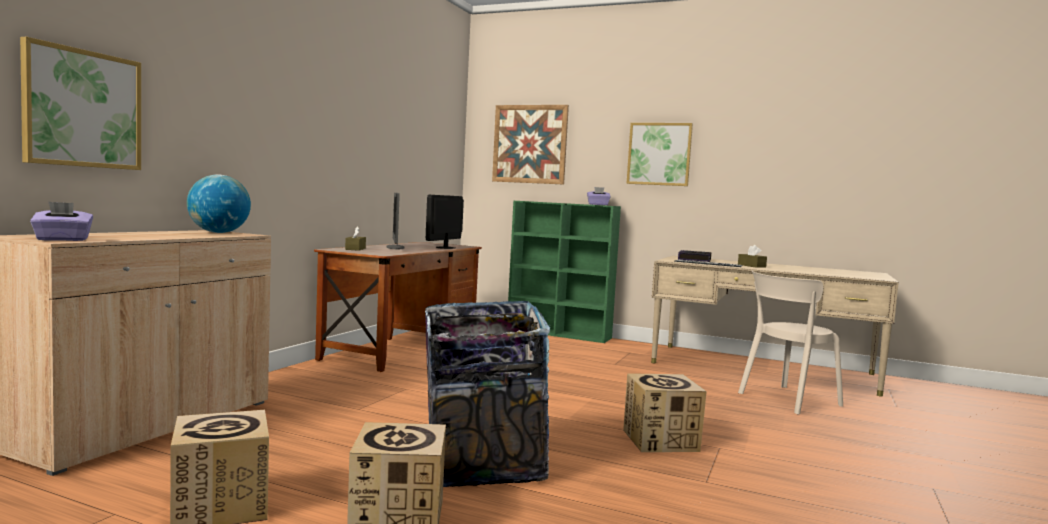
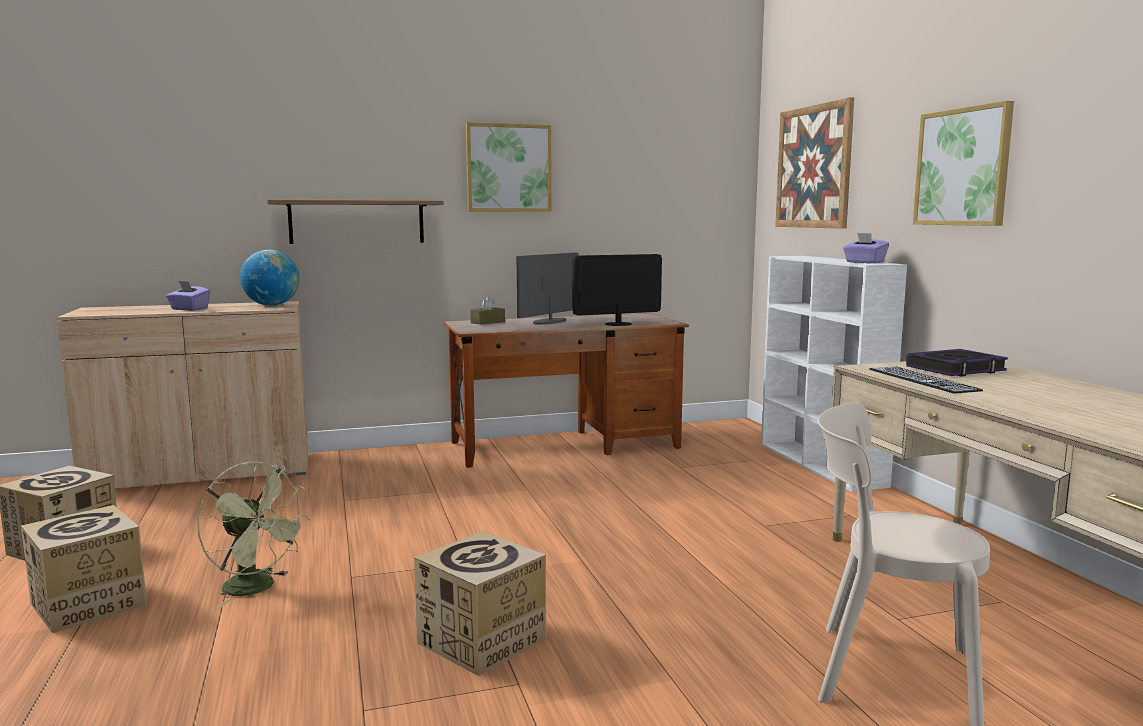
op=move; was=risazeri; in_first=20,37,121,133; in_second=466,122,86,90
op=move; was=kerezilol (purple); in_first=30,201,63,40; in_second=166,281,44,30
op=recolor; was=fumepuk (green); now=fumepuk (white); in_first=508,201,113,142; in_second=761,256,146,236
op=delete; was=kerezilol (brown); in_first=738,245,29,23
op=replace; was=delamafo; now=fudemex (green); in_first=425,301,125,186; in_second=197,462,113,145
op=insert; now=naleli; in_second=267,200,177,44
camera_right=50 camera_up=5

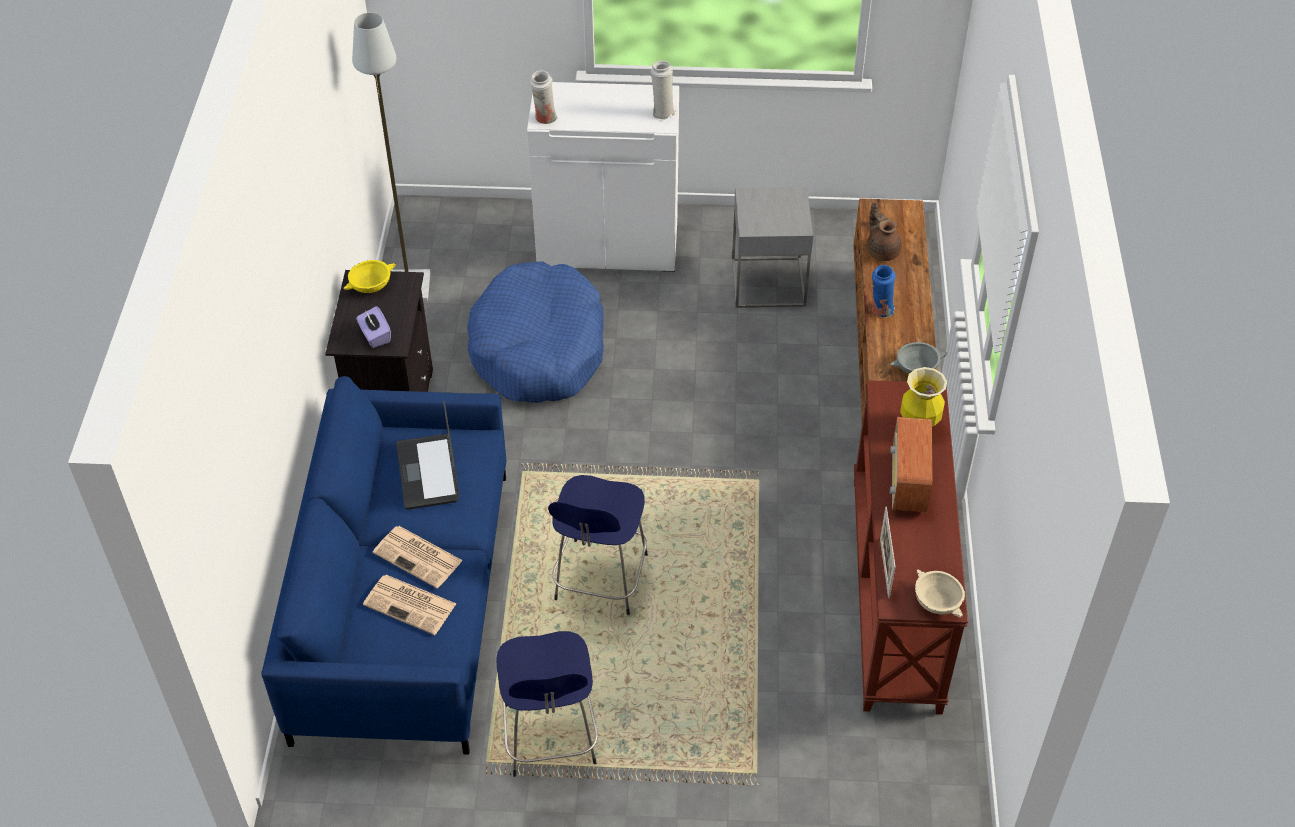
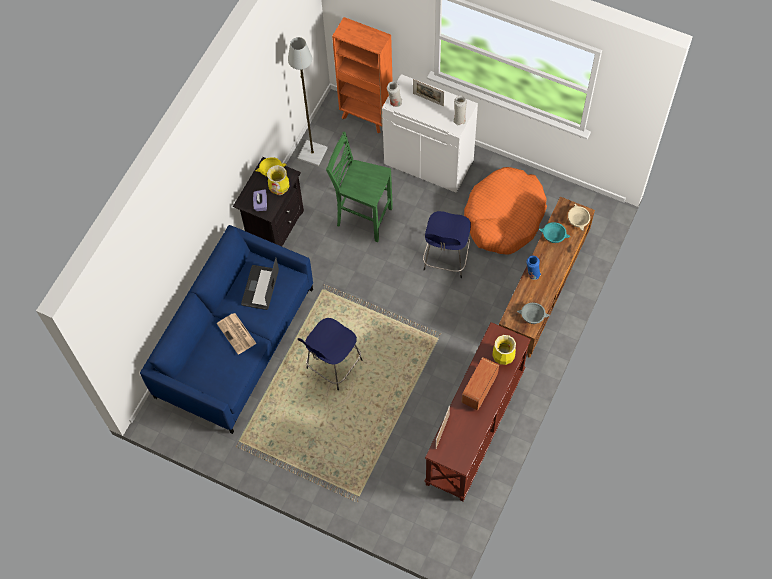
op=replace; was=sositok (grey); now=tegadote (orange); in_first=732,187,81,121; in_second=464,167,83,88
op=replace; was=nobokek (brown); now=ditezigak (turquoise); in_first=867,202,35,59; in_second=538,222,32,21
op=replace; was=tegadote (blue); now=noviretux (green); in_first=467,261,137,142; in_second=326,132,67,110
op=move; was=ditezigak (beige); in_first=915,569,50,48; in_second=568,204,22,27
op=delete; was=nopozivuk; in_first=363,575,93,60
op=move; was=noviretux (blue); in_first=496,631,102,146; in_second=423,211,48,67
op=insert; now=fumepuk (orange); in_second=332,17,60,116
op=insert; now=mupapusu; in_second=413,79,31,27
op=insert; now=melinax; in_second=267,165,23,30
camera_right=25 camera_up=15

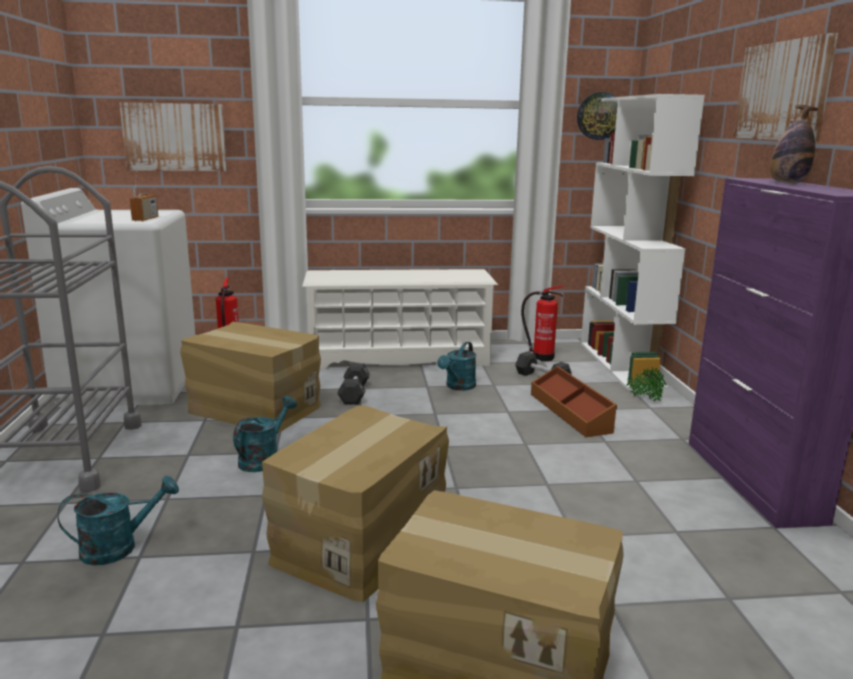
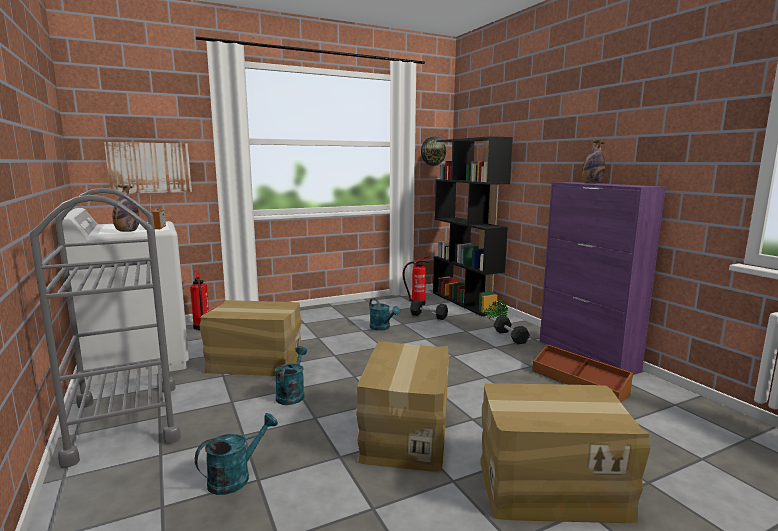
op=delete; was=risazeri; in_first=733,33,105,109
op=recolor; was=fumepuk (white); now=fumepuk (black); in_first=581,94,124,296; in_second=433,136,80,180
op=delete; was=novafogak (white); in_first=302,269,196,100
op=rotate; was=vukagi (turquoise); in_first=437,342,39,49; in_second=369,298,31,33; clockwise=-45
op=move; was=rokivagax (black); in_first=337,363,33,42; in_second=493,316,37,28
op=move; was=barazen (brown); in_first=531,366,86,71; in_second=532,344,101,58
op=insert; now=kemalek; in_second=112,185,27,47
camera_right=-20 camera_up=-5

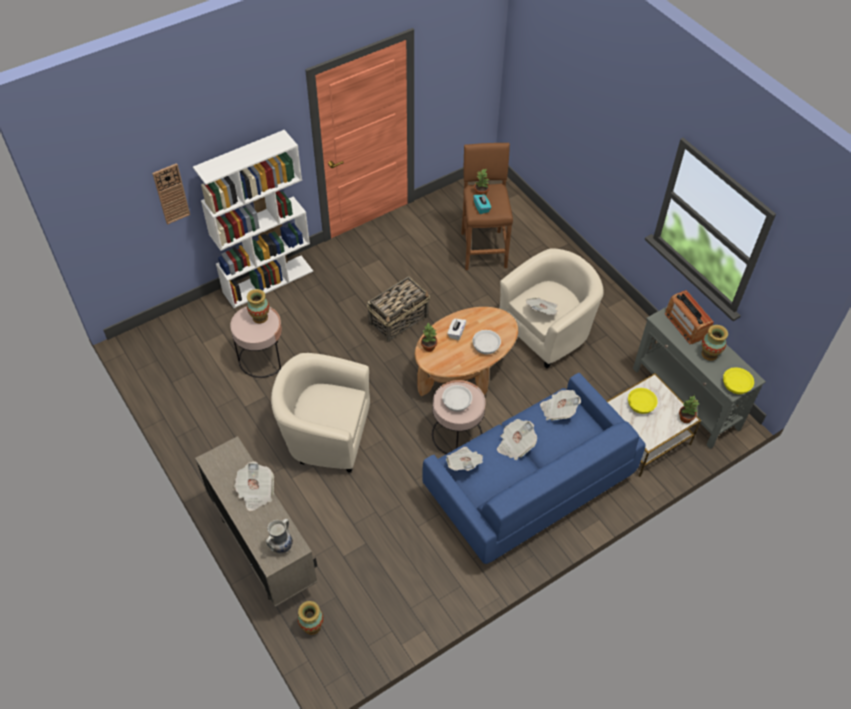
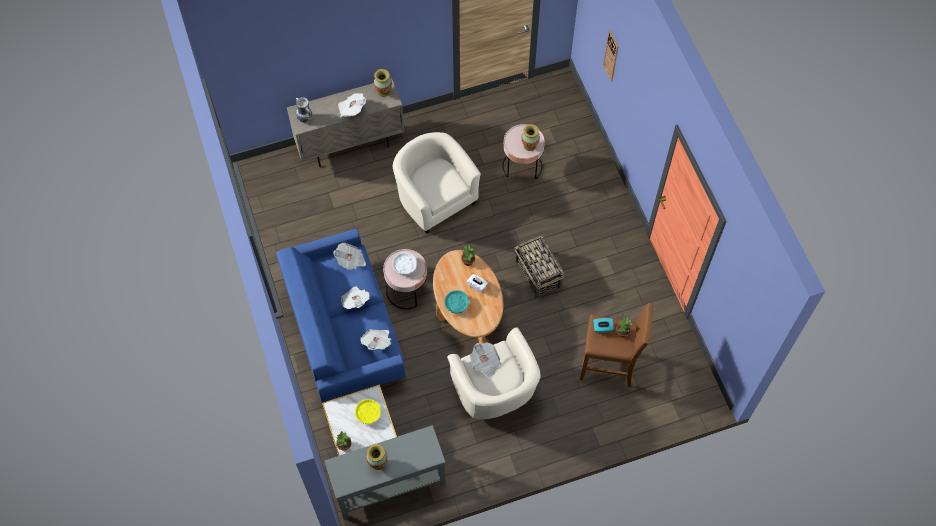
op=delete; was=fumepuk (white); in_first=193,130,120,178
op=delete; was=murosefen; in_first=665,290,49,54
op=recolor; was=ditezigak (white); now=ditezigak (turquoise); in_first=472,330,29,24; in_second=444,290,25,23
op=rotate; was=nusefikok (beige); in_first=271,353,99,120; in_second=392,132,89,102; clockwise=-60
op=delete; was=ditezigak (yellow); in_first=723,367,31,27
op=move; was=melinax; in_first=298,601,26,34; in_second=374,69,18,28
camera_right=105 camera_up=10

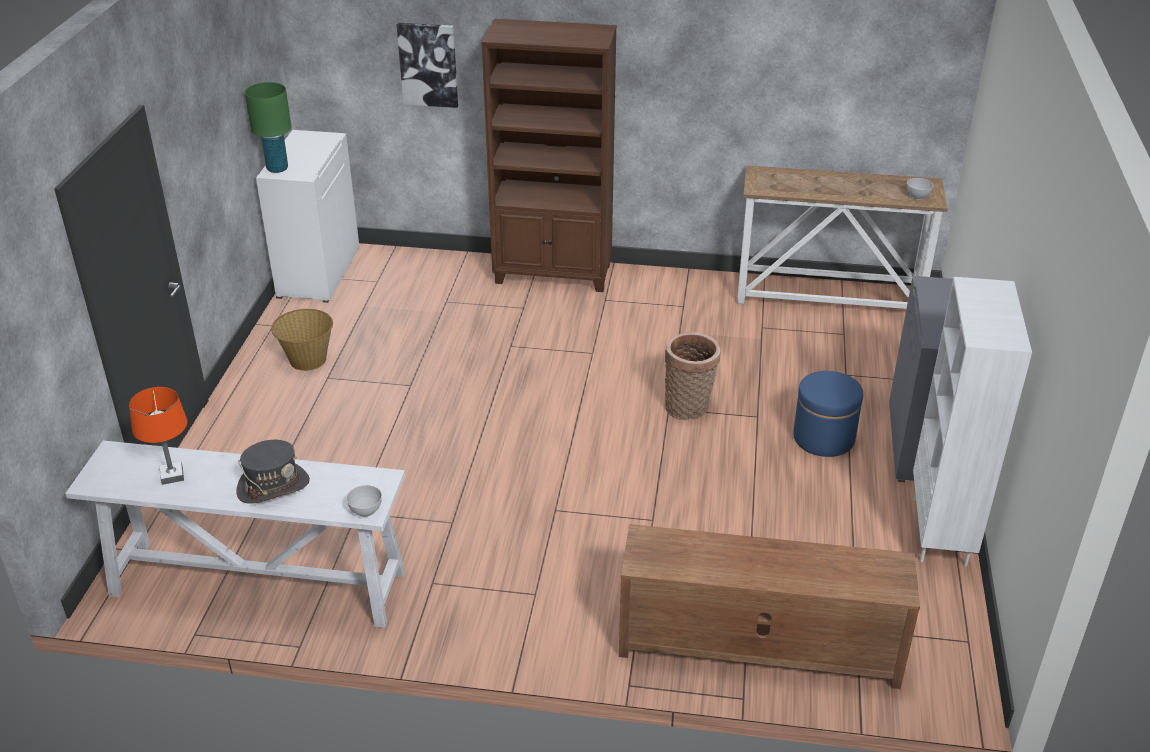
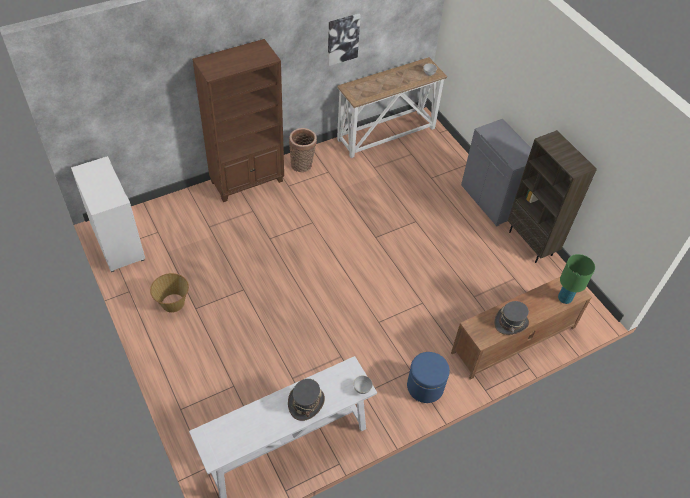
op=move; was=risazeri; in_first=396,23,62,85; in_second=328,14,33,52
op=move; was=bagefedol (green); in_first=245,82,46,91; in_second=558,254,37,50
op=recolor; was=fumepuk (white); now=fumepuk (brown); in_first=913,277,119,290; in_second=508,130,89,133
op=move; was=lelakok; in_first=665,332,56,88; in_second=289,128,28,44
op=move; was=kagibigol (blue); in_first=793,371,70,86; in_second=407,352,43,51
op=delete; was=bagefedol (orange); in_first=129,387,58,98
op=insert; now=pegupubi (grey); in_second=494,301,35,34
camera_right=-40 camera_up=15

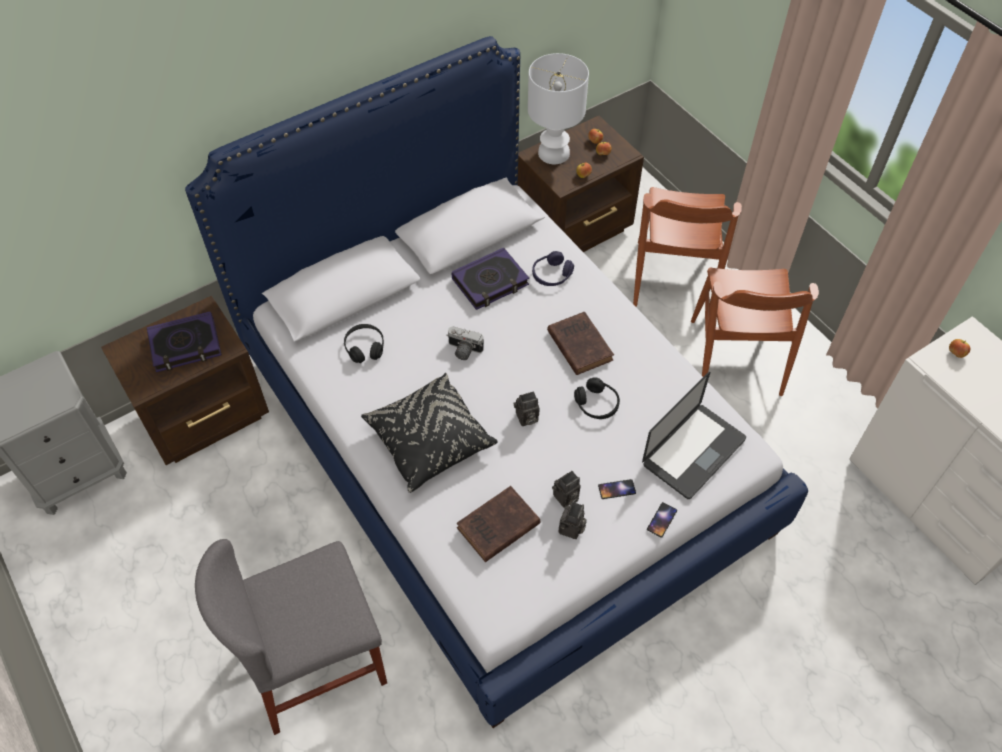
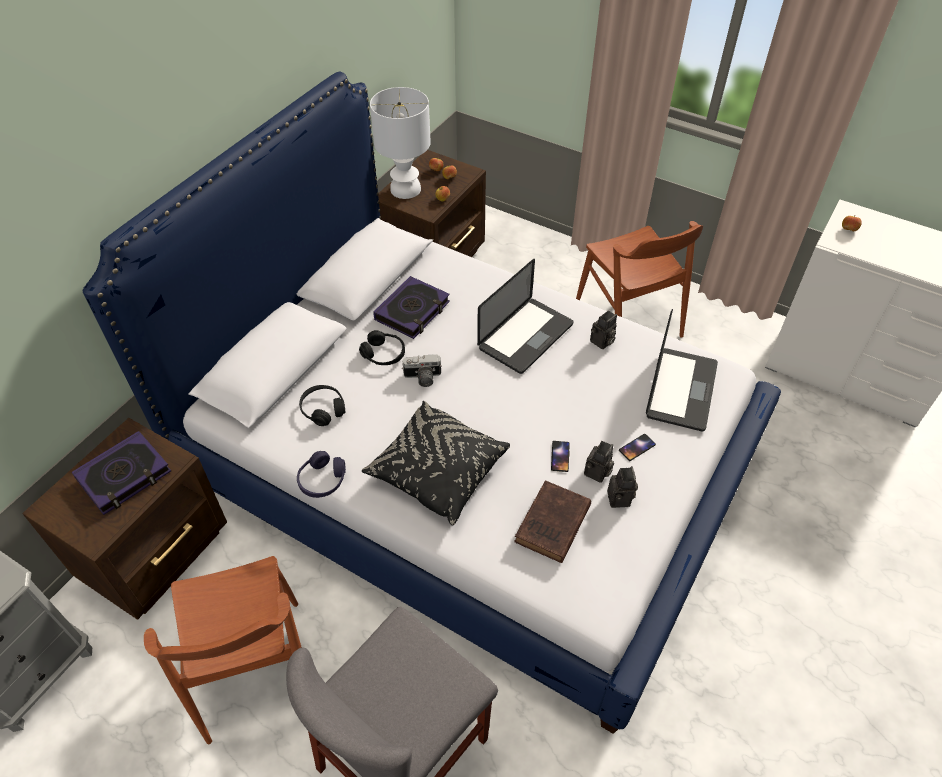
op=move; was=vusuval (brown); in_first=633,187,109,121; in_second=144,556,157,188
op=move; was=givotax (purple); in_first=532,251,42,35; in_second=297,451,49,47
op=replace; was=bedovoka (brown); now=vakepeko; in_first=547,312,67,63; in_second=477,259,96,115
op=move; was=givotax (black); in_first=574,377,46,42; in_second=359,330,46,35
op=move; was=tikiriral; in_first=514,391,26,35; in_second=590,310,27,40
op=move; was=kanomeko; in_first=647,502,30,36; in_second=551,441,19,31
camera_right=-25 camera_up=-5

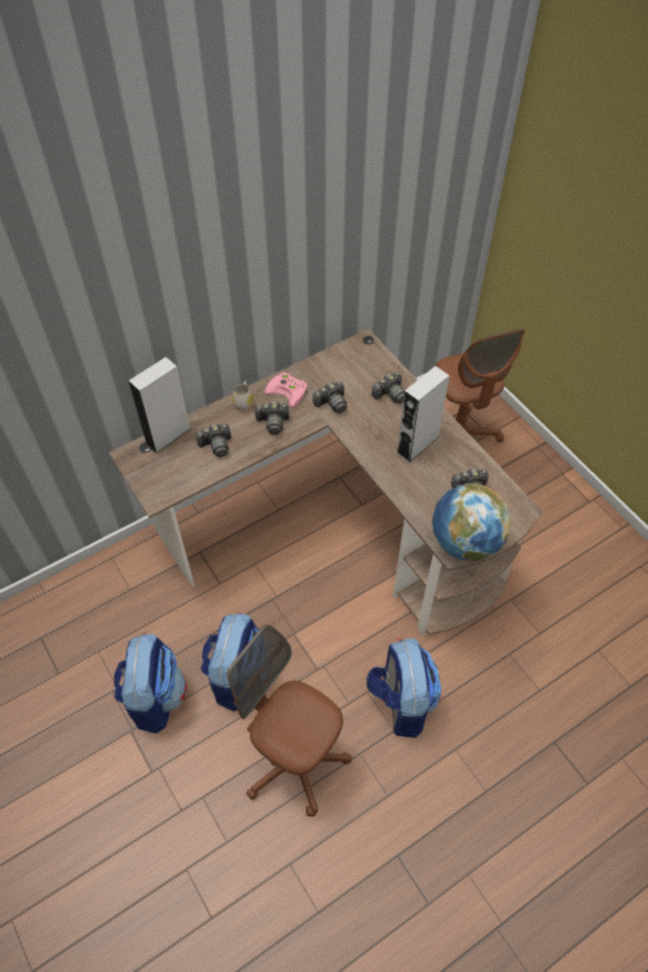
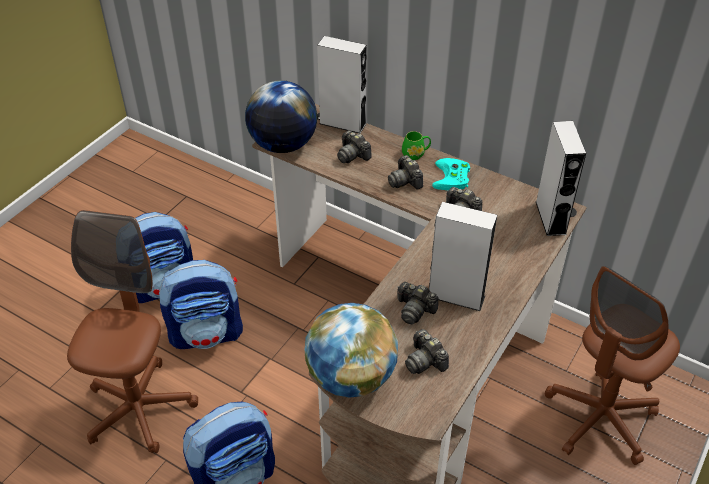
op=recolor; was=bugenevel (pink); now=bugenevel (turquoise); in_first=265,372,42,36; in_second=432,158,38,32
op=move; was=tikiriral; in_first=372,372,33,32; in_second=397,282,41,42
op=recolor; was=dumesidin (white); now=dumesidin (green); in_first=232,381,22,29; in_second=402,131,29,29
op=insert; now=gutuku; in_second=245,80,72,73
op=insert; now=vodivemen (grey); in_second=536,121,50,115
camera_right=65 camera_up=-10

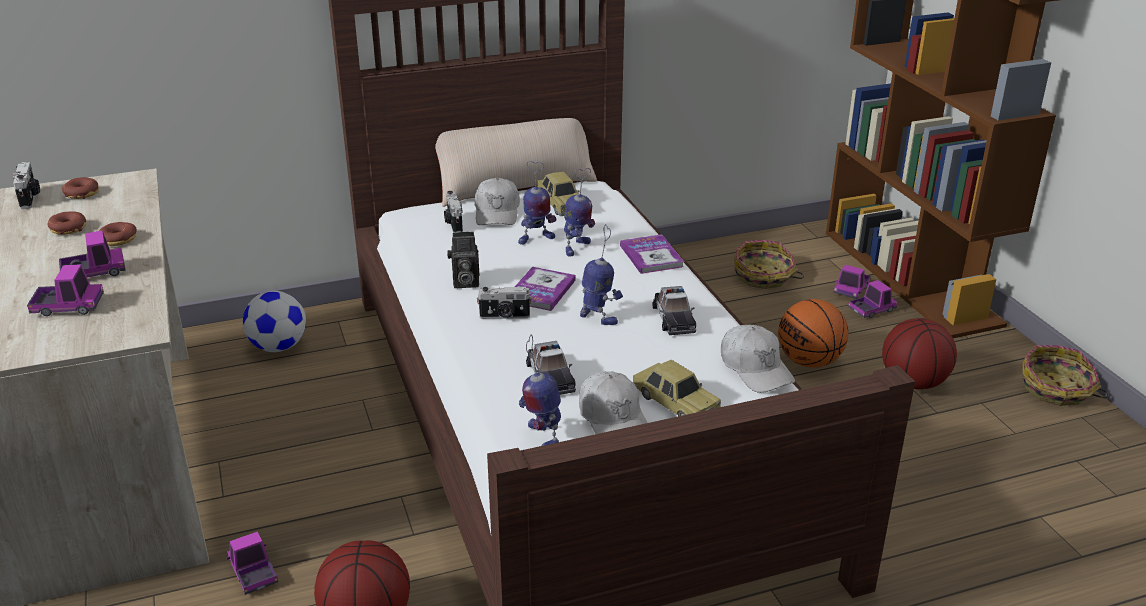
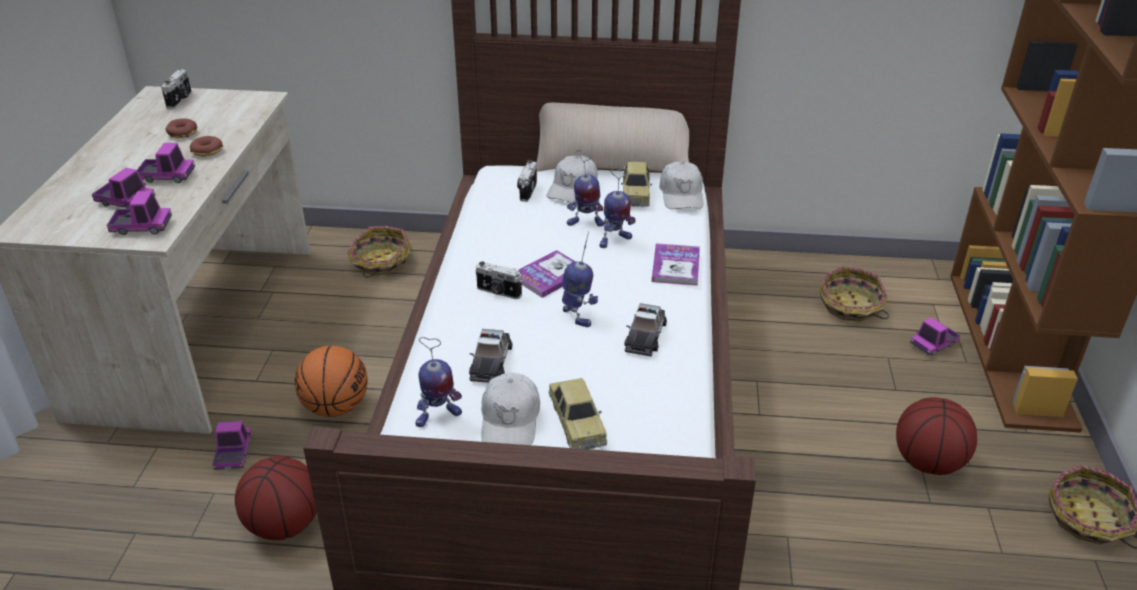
op=delete; was=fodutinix; in_first=62,177,37,22
op=delete; was=tikiriral; in_first=447,232,32,56
op=move; was=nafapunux; in_first=848,280,50,38; in_second=107,191,65,44
op=replace; was=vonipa; now=lelakok; in_first=243,291,63,61; in_second=347,226,65,52
op=move; was=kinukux; in_first=778,299,70,69; in_second=294,346,74,71
op=move; was=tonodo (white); in_first=721,324,74,69; in_second=659,161,45,48
op=rotate; was=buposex; in_first=519,335,42,111; in_second=416,337,46,90; clockwise=-120
camera_right=25 camera_up=5

